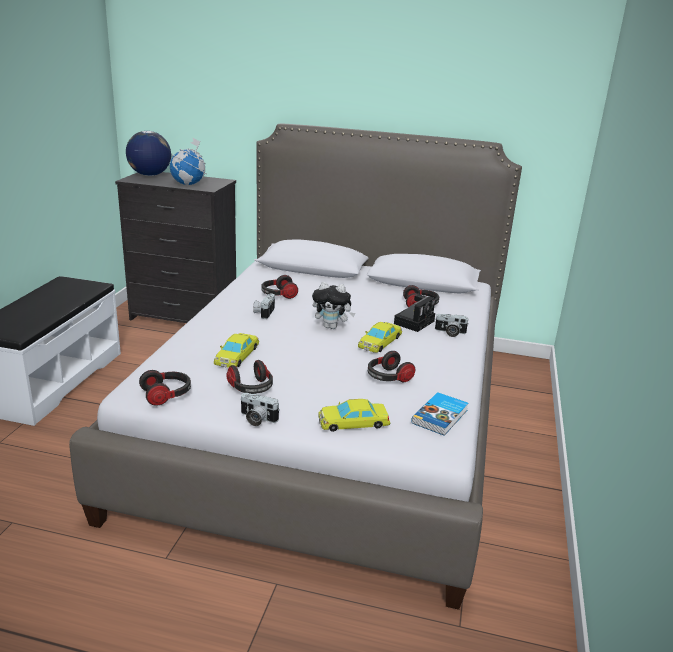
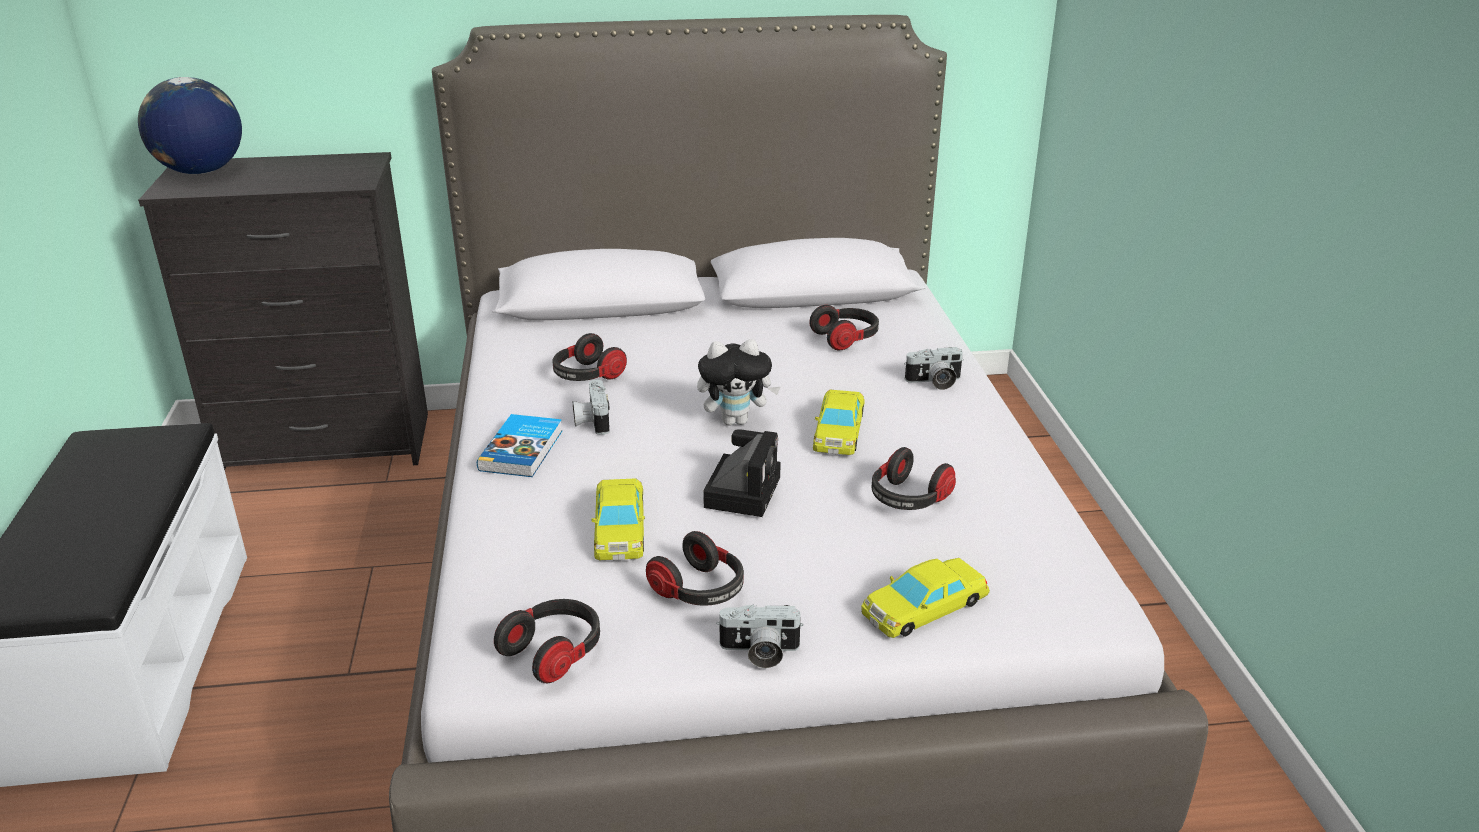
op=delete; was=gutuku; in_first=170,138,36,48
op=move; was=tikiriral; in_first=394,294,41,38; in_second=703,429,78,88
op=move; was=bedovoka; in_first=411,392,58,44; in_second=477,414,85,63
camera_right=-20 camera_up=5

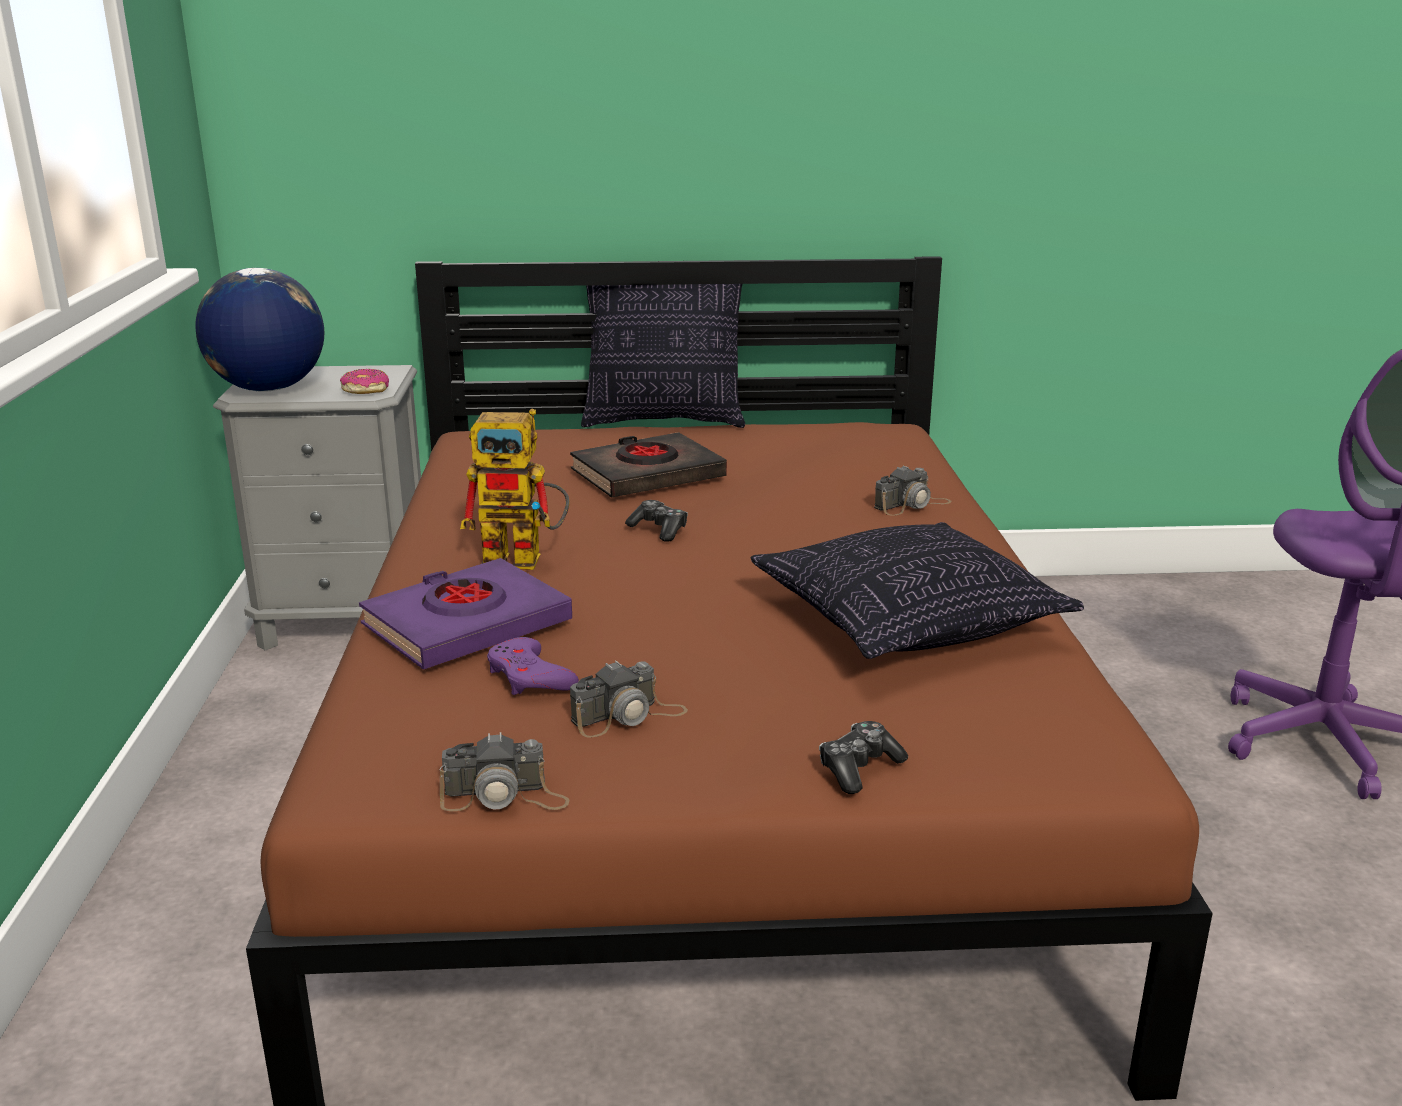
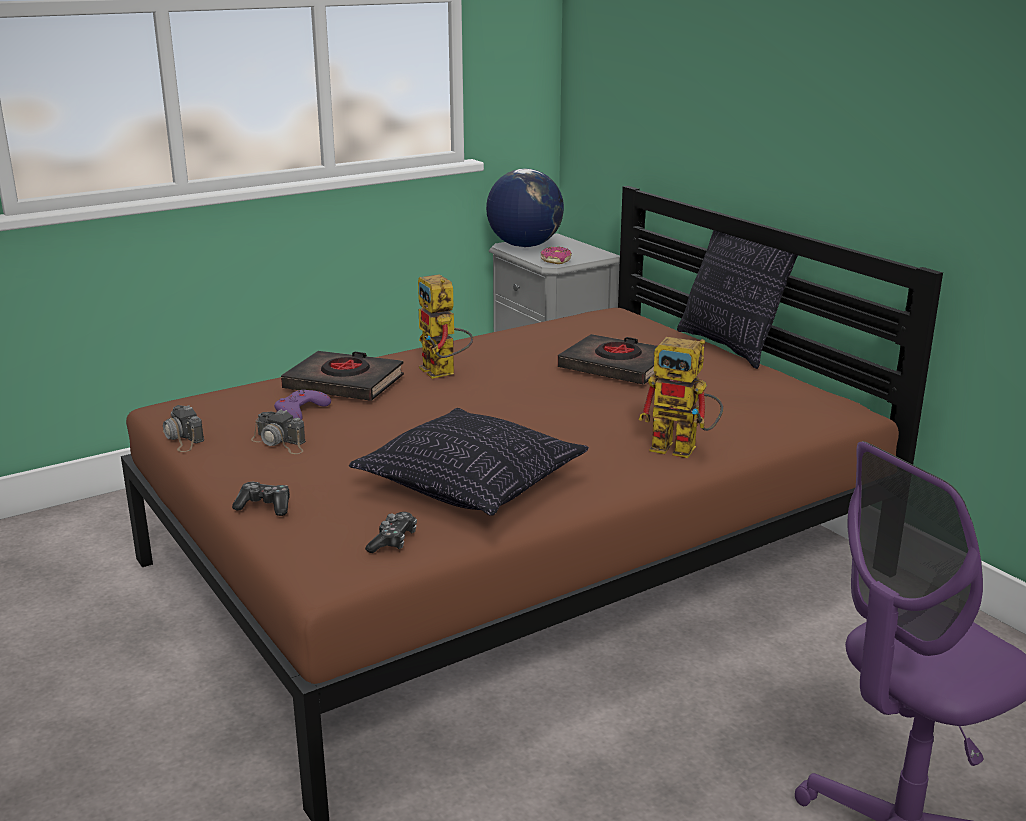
op=replace; was=tikiriral; now=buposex; in_first=874,466,78,50; in_second=639,337,84,121
op=move; was=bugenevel; in_first=625,500,63,42; in_second=365,512,52,41
op=recolor; was=bedovoka (purple); now=bedovoka (black); in_first=359,558,213,111; in_second=281,351,123,50
camera_right=60 camera_up=0

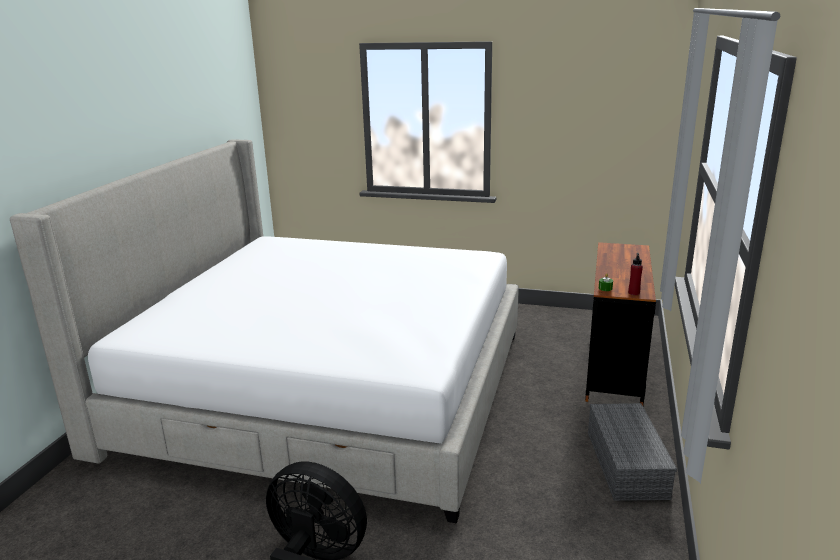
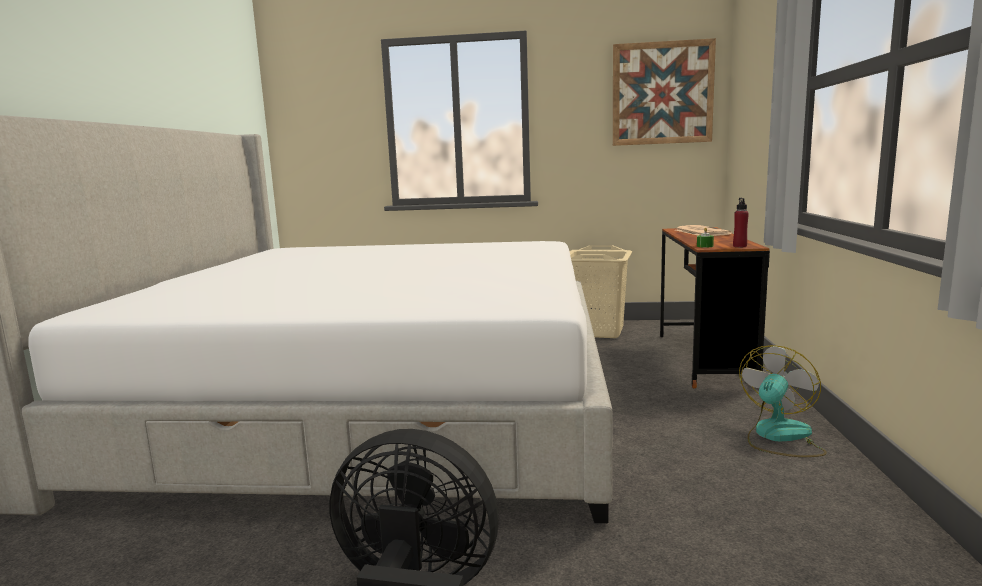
op=replace; was=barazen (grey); now=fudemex; in_first=588,403,89,98; in_second=739,345,88,112
op=insert; now=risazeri; in_second=613,38,103,108
op=insert; now=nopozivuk; in_second=676,225,56,11
op=insert; now=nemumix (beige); in_second=570,245,62,93
camera_right=-10 camera_up=-10

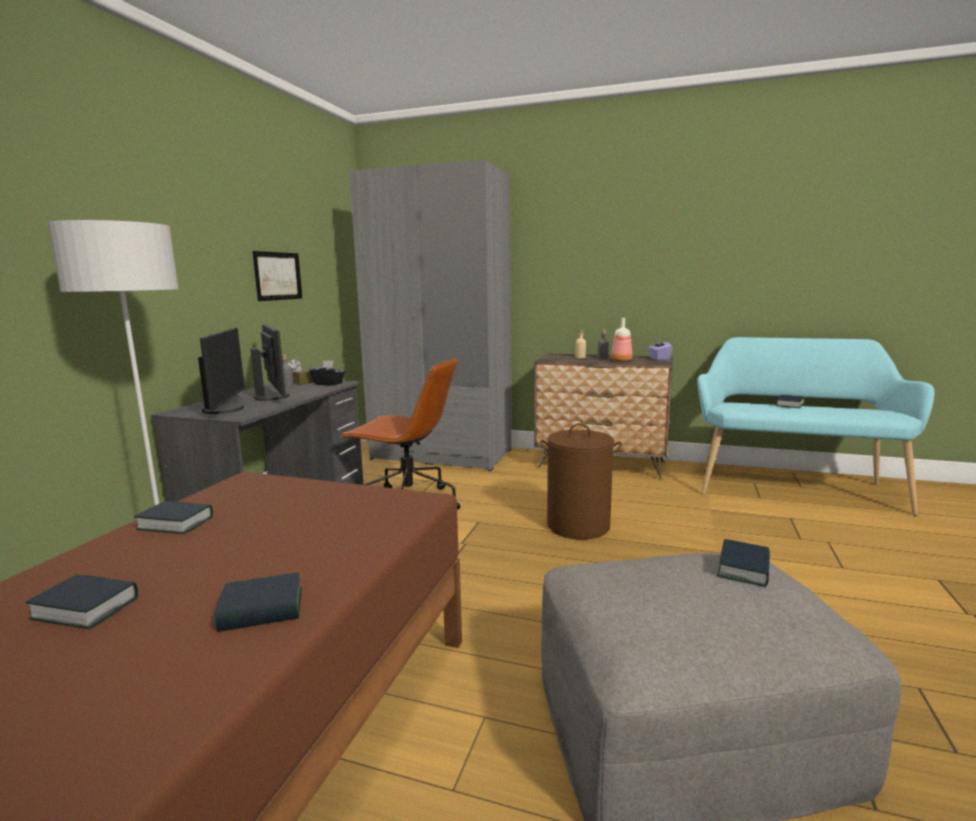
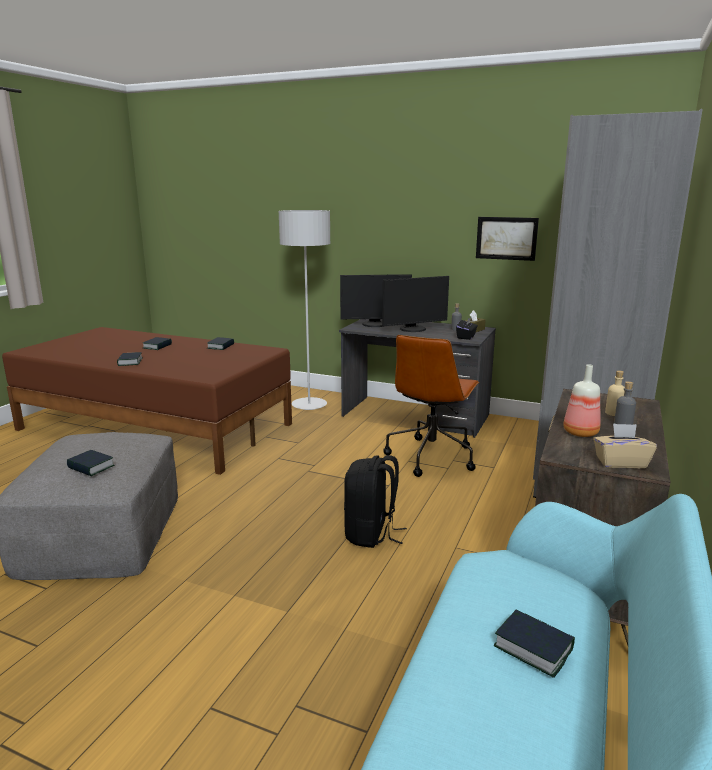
op=recolor; was=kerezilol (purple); now=kerezilol (beige); in_first=647,338,26,22; in_second=593,423,64,45
op=replace; was=nemumix (brown); now=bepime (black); in_first=540,423,82,117; in_second=344,455,63,93
camera_right=95 camera_up=5

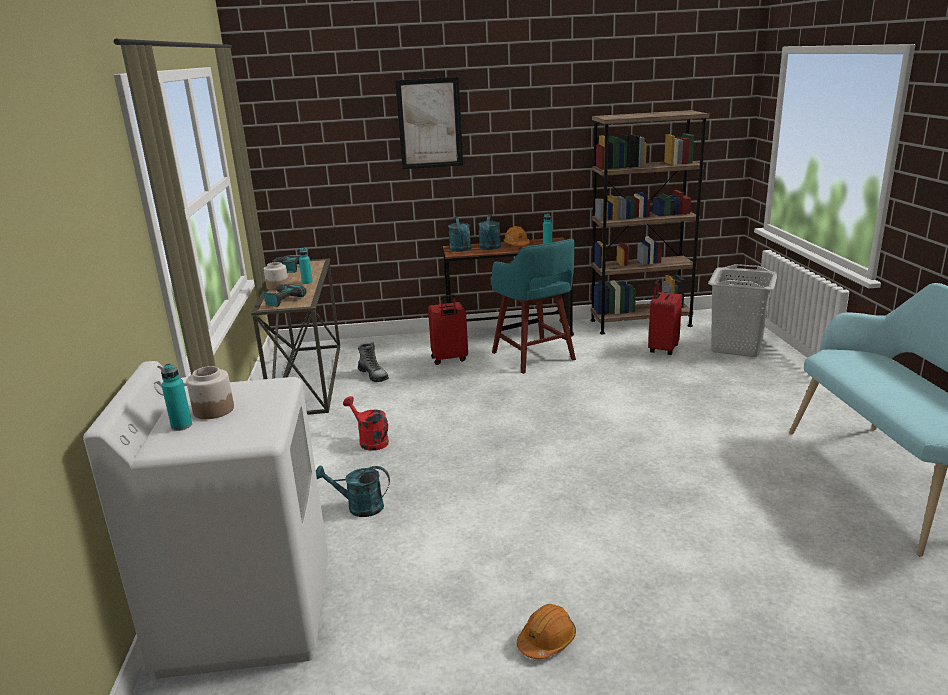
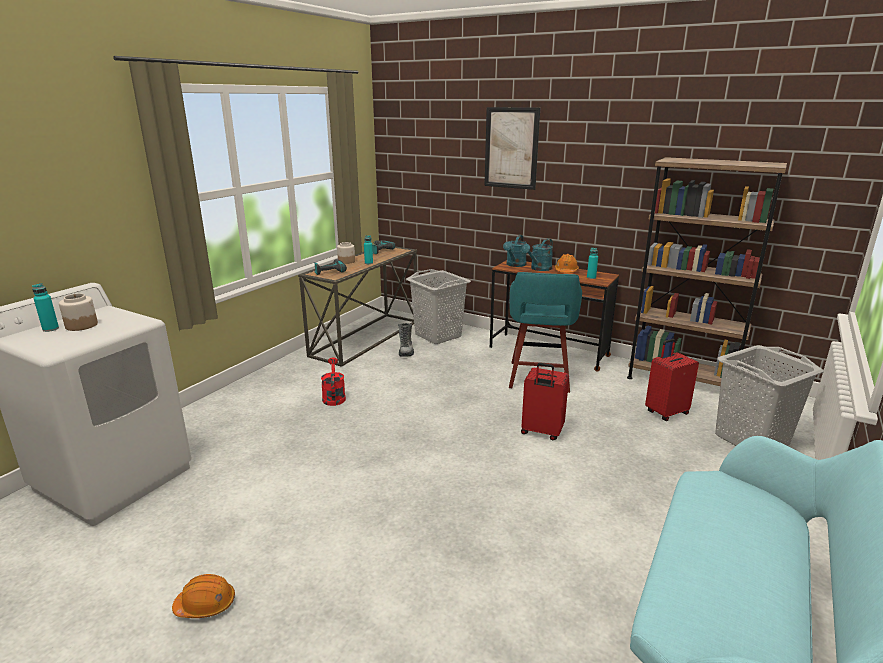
op=move; was=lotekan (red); in_first=428,294,40,71; in_second=521,363,48,77
op=delete; was=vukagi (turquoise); in_first=316,466,74,51
op=insert; now=nemumix (grey); in_second=406,269,65,75
camera_right=35 camera_up=0

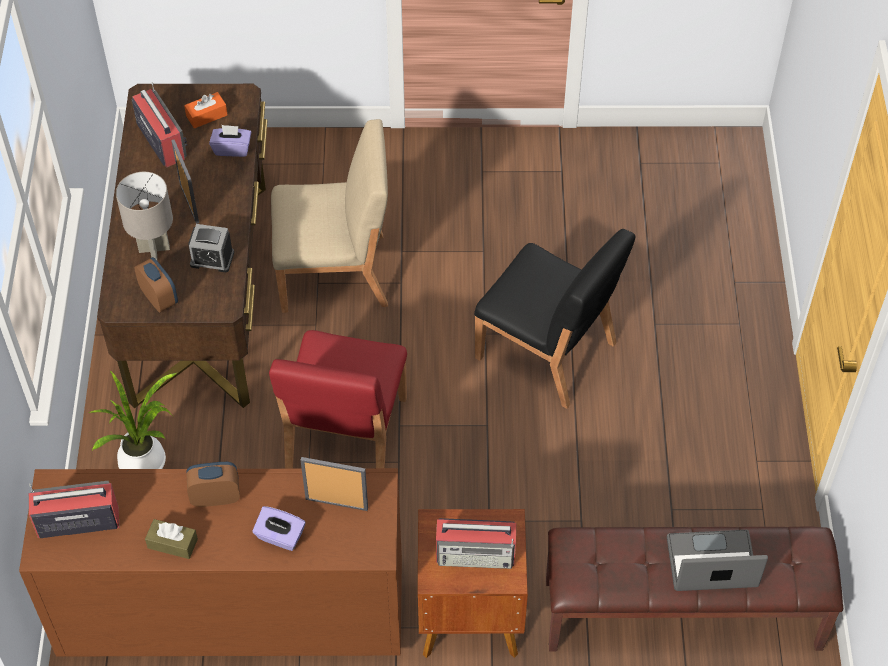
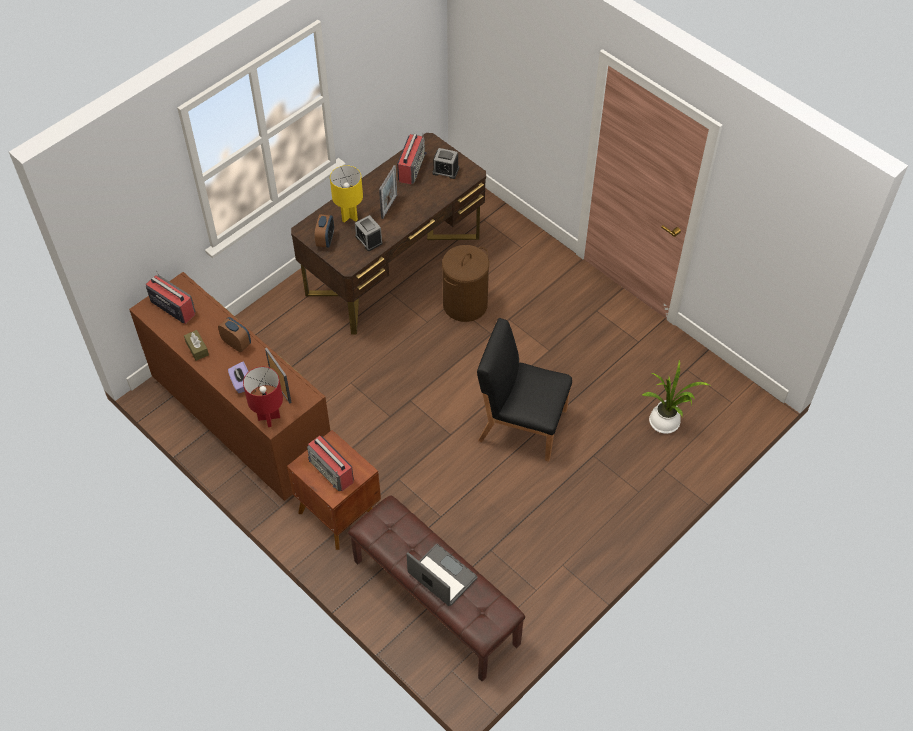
op=replace; was=kerezilol (orange); now=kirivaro; in_first=184,92,44,37; in_second=432,148,27,31
op=replace; was=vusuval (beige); now=nemumix (brown); in_first=271,119,117,194; in_second=442,245,47,77
op=delete; was=kerezilol (purple); in_first=209,125,42,32
op=recolor; was=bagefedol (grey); now=bagefedol (yellow); in_first=116,172,57,88; in_second=330,165,33,58
op=rotate; was=vusuval (black); in_first=474,229,161,180; in_second=477,318,95,144; clockwise=120
op=delete; was=vusuval (red); in_first=269,330,138,139
op=move; was=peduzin; in_first=89,371,88,98; in_second=642,360,68,74
op=insert; now=bagefedol (red); in_second=243,367,40,60
camera_right=45 camera_up=0

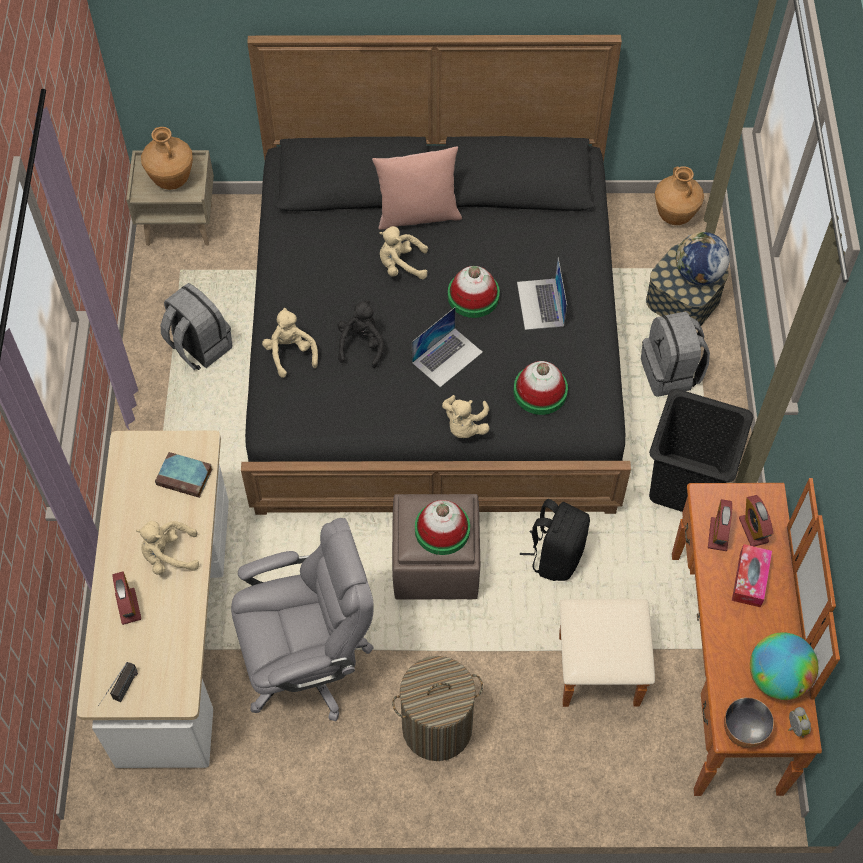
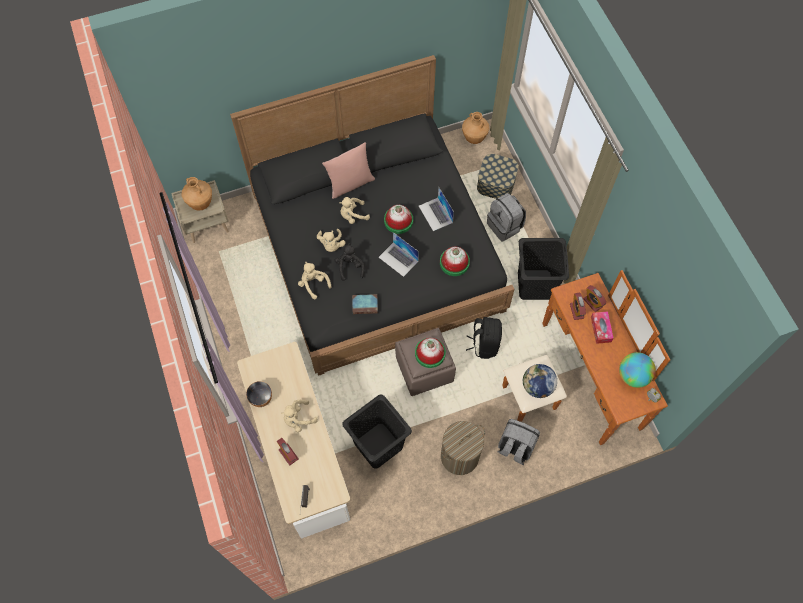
op=move; was=gutuku; in_first=676,232,54,53; in_second=523,364,34,34
op=move; was=bepime (grey); in_first=161,283,71,87; in_second=498,419,42,46
op=rotate; was=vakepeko; in_first=412,307,71,80; in_second=379,232,40,45; clockwise=105
op=move; was=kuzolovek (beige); in_first=442,395,48,43; in_second=317,229,29,23
op=move; was=bedovoka; in_first=155,452,57,46; in_second=352,294,26,20
op=replace; was=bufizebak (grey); now=nemumix (black); in_first=231,518,143,203; in_second=342,394,70,75
op=move; was=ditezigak; in_first=724,697,50,51; in_second=246,381,26,26
camera_right=-20 camera_up=5

